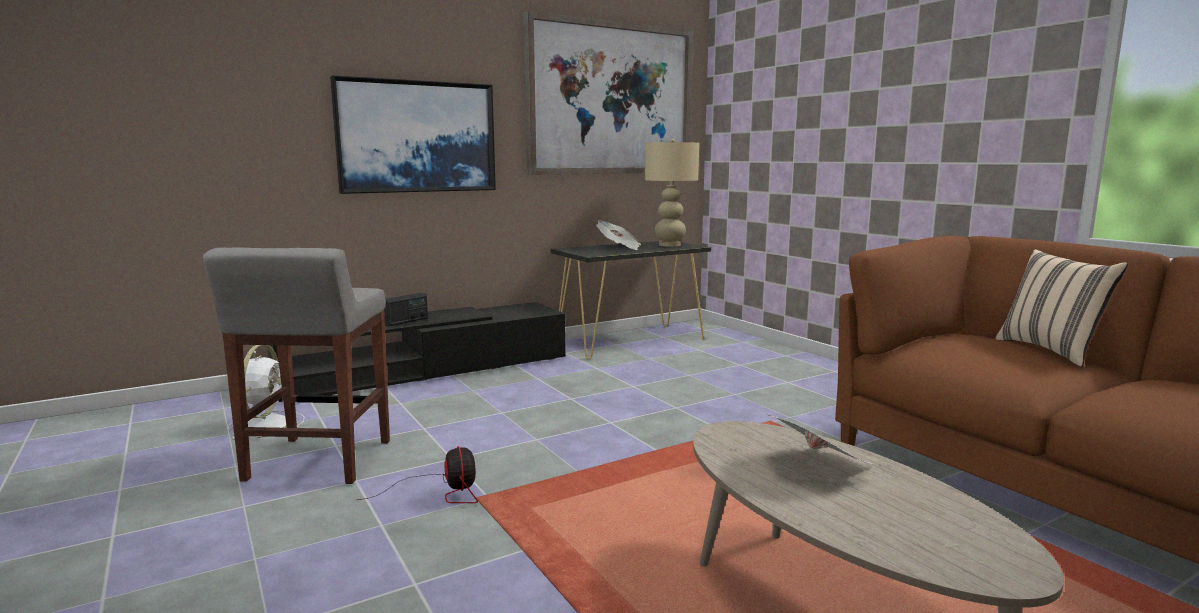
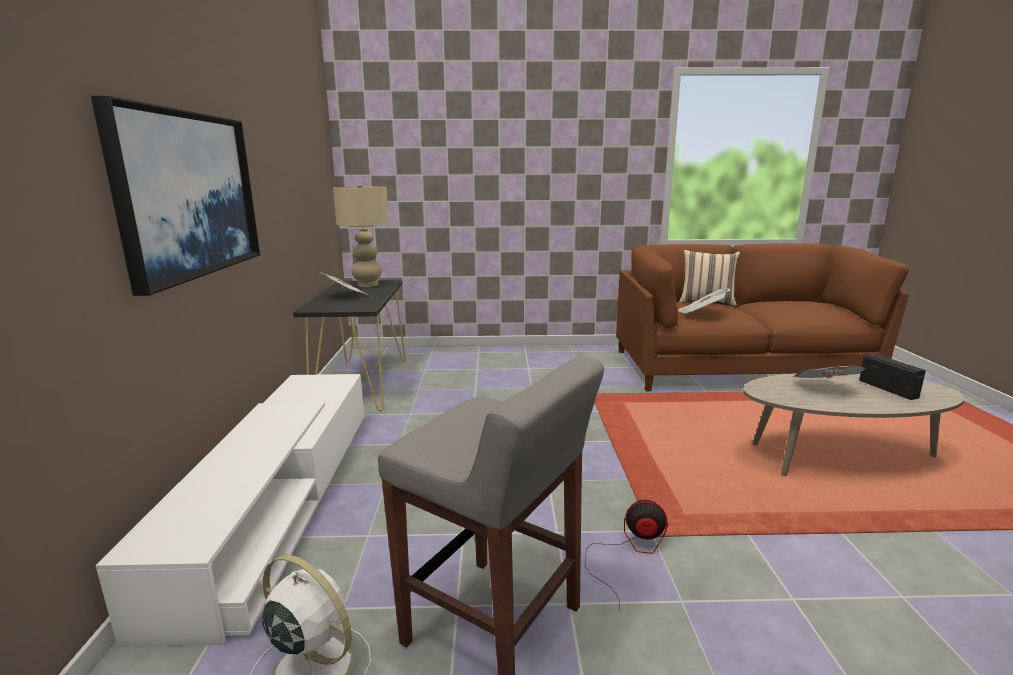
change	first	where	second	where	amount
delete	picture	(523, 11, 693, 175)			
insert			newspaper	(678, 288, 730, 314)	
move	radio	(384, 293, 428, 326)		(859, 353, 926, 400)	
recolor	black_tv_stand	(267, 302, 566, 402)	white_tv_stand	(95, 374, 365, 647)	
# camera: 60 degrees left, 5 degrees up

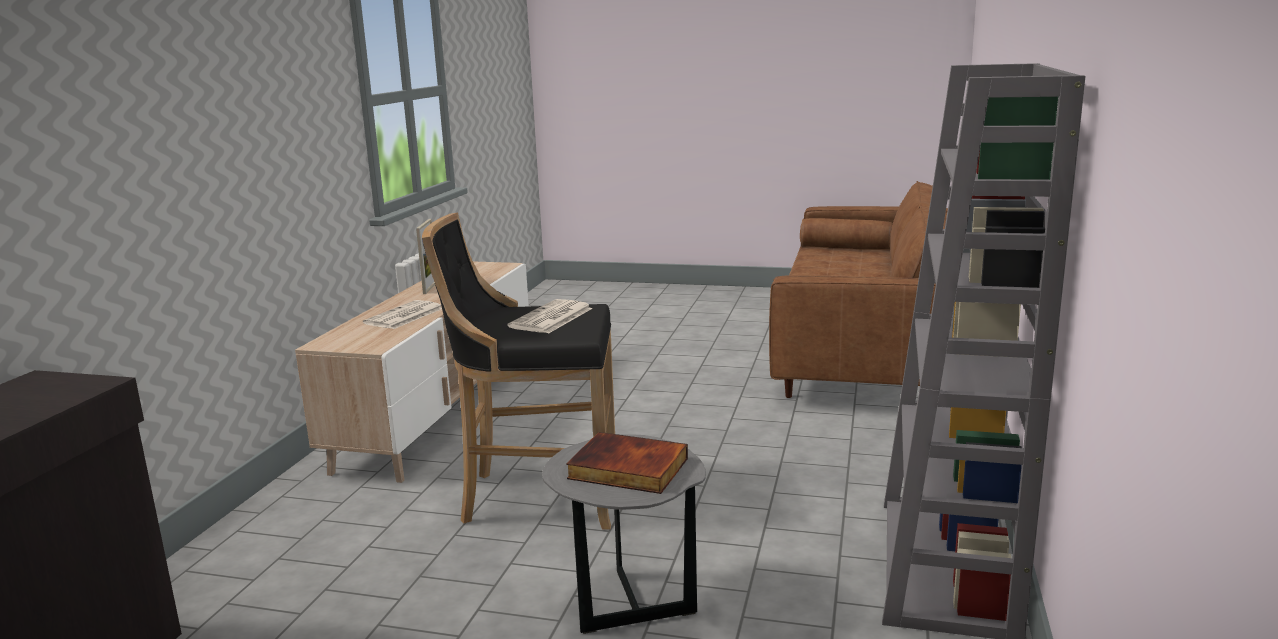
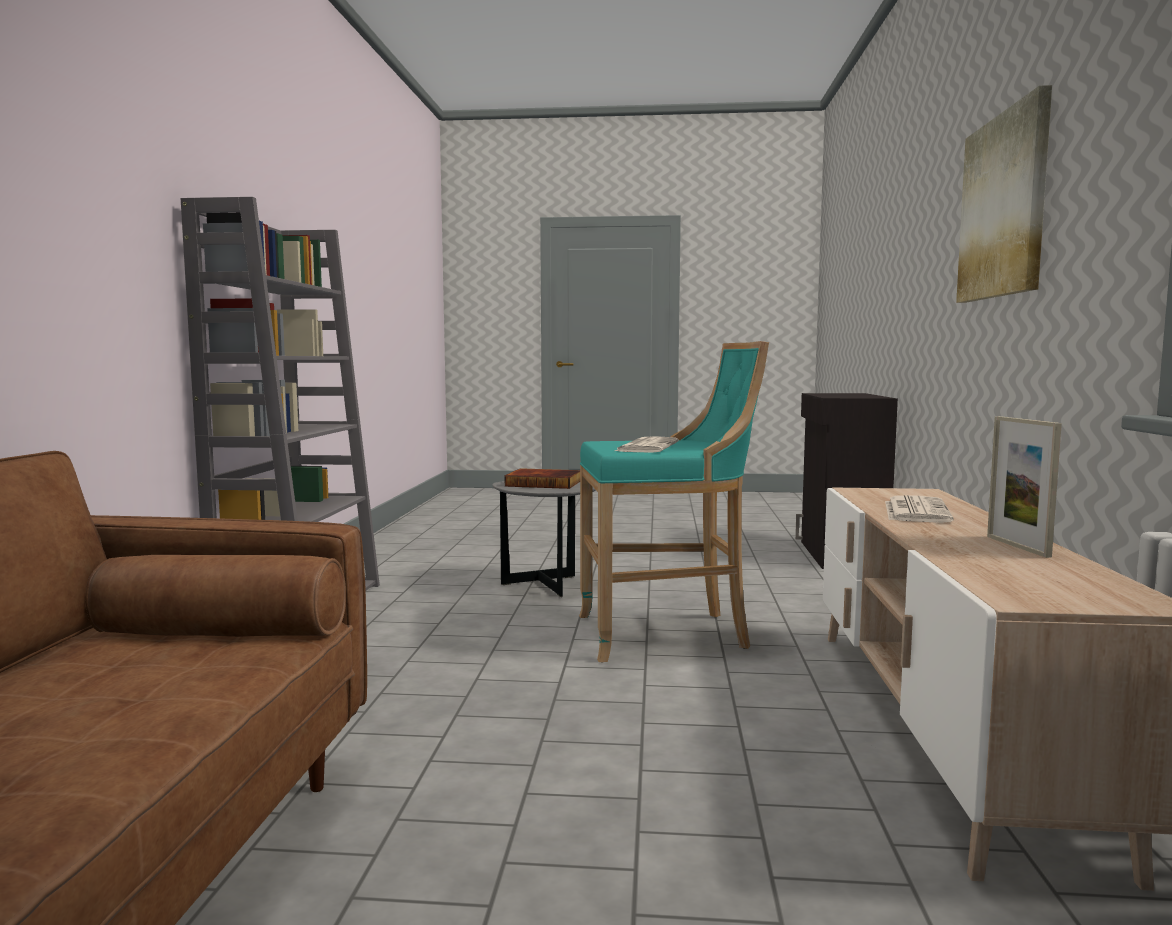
change	first	where	second	where	amount
insert			picture	(956, 85, 1052, 303)	
recolor	black_stool	(422, 212, 615, 530)	turquoise_stool	(579, 341, 769, 662)	
# camera: 170 degrees right, 10 degrees down

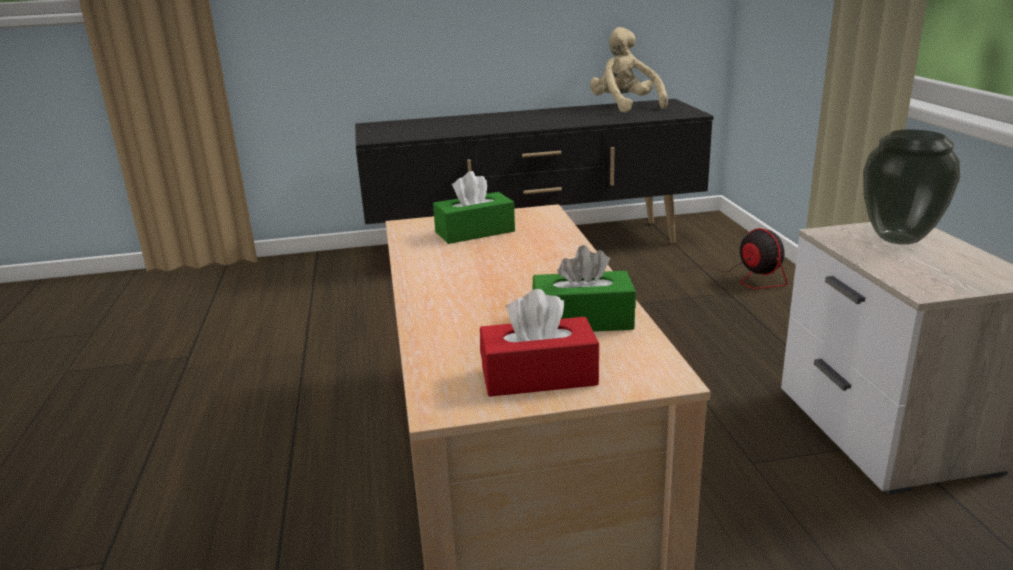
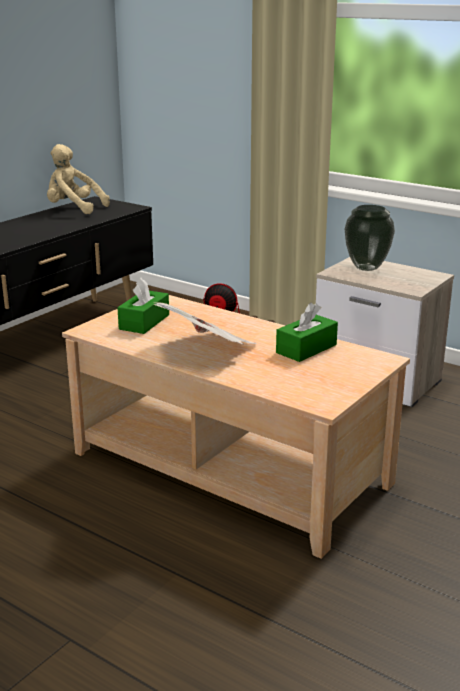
change	first	where	second	where	amount
delete	red_tissue_box	(480, 289, 599, 397)			
insert			newspaper	(154, 302, 257, 344)	
# camera: 45 degrees left, 0 degrees up

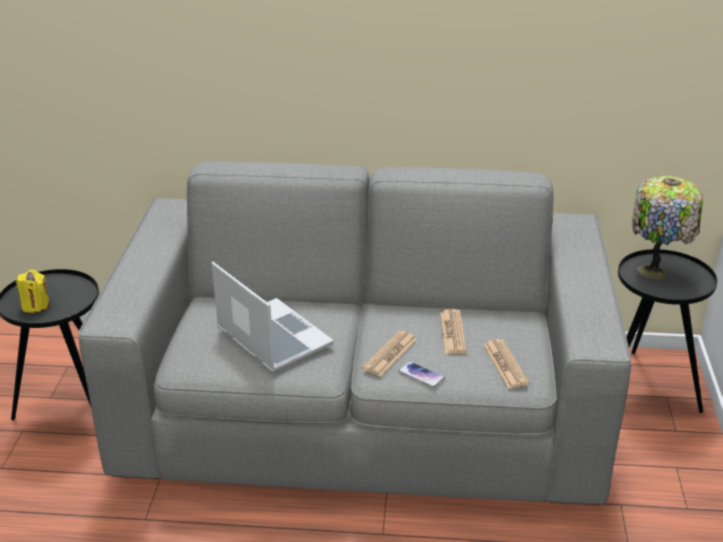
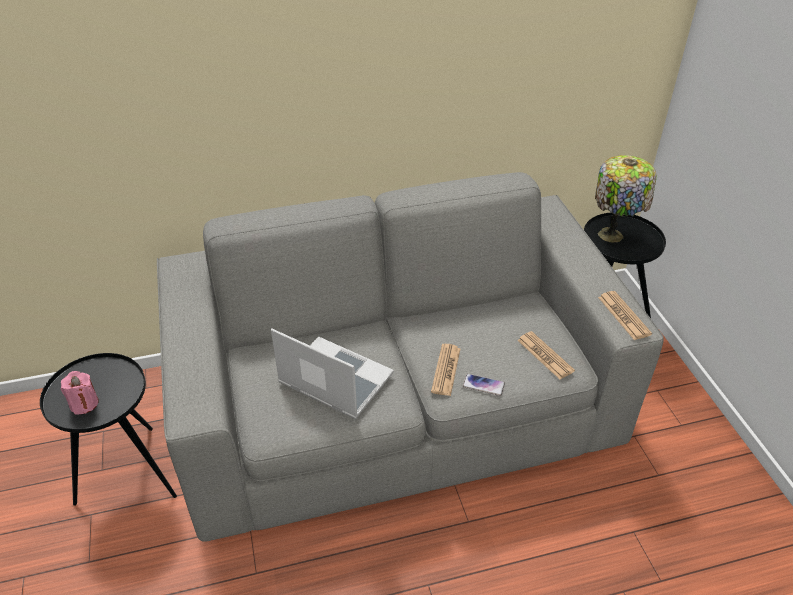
change	first	where	second	where	amount
move	newspaper	(440, 309, 467, 354)		(598, 291, 652, 340)	
recolor	yellow_candle	(16, 270, 49, 313)	pink_candle	(60, 371, 99, 415)	
# camera: 20 degrees left, 10 degrees up

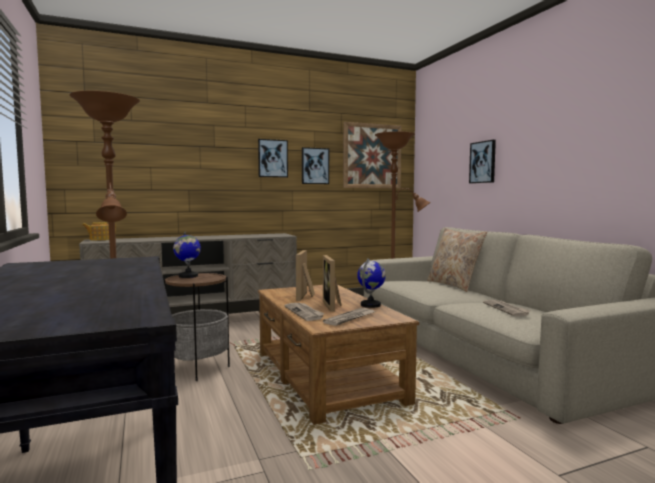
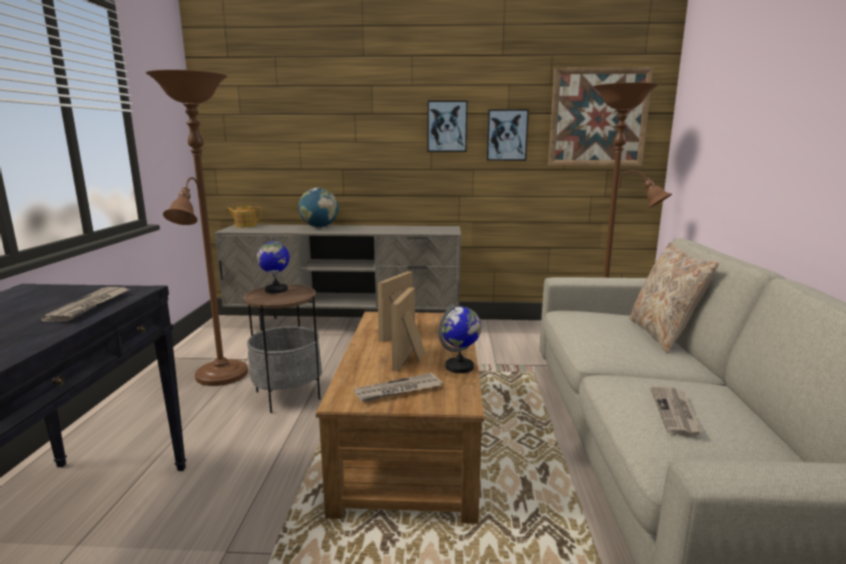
change	first	where	second	where	amount
delete	picture	(469, 140, 496, 183)			
insert			globe	(299, 188, 338, 227)	
move	newspaper	(284, 303, 325, 321)		(40, 287, 130, 322)	
# camera: 25 degrees right, 10 degrees up

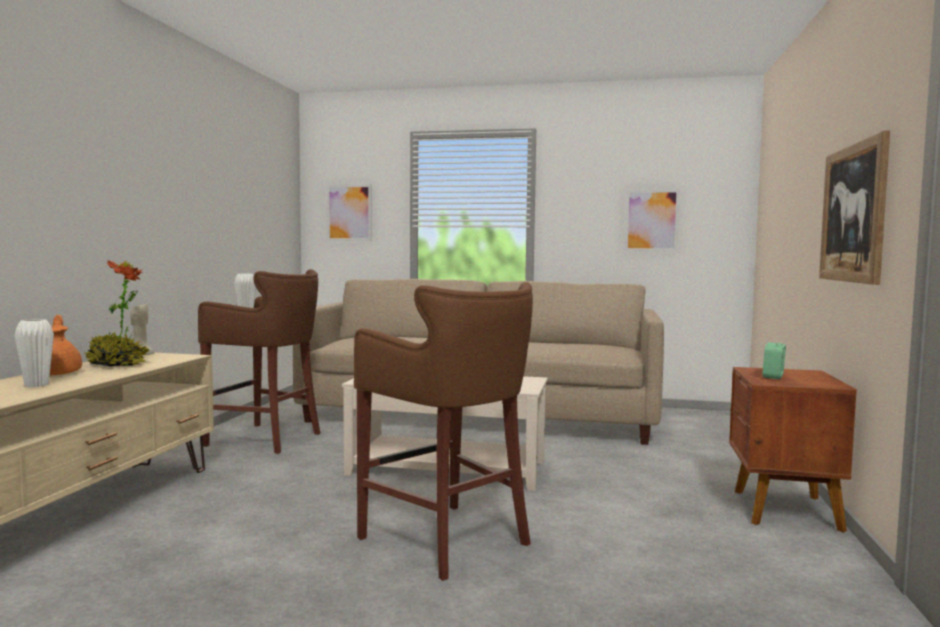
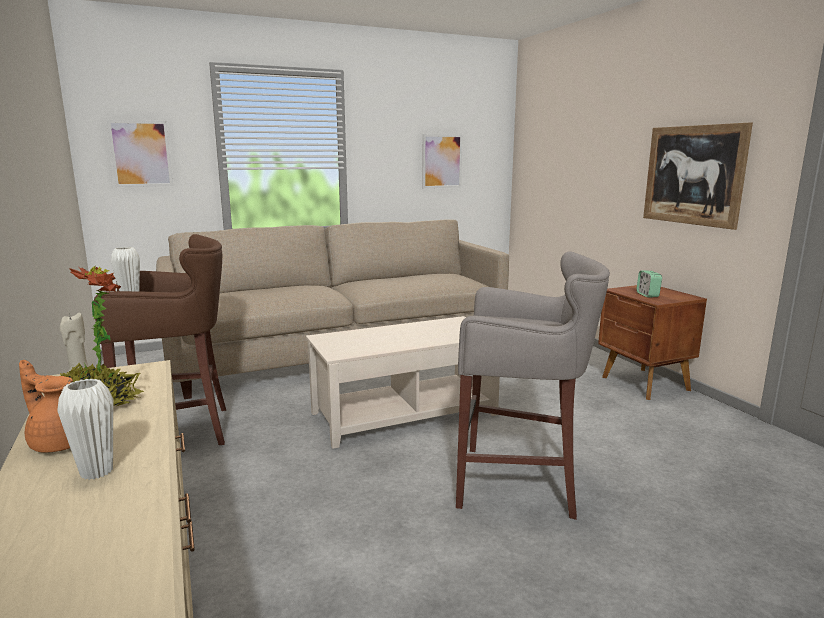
change	first	where	second	where	amount
recolor	brown_stool	(354, 282, 533, 581)	grey_stool	(456, 251, 610, 520)	
# camera: 35 degrees left, 10 degrees up

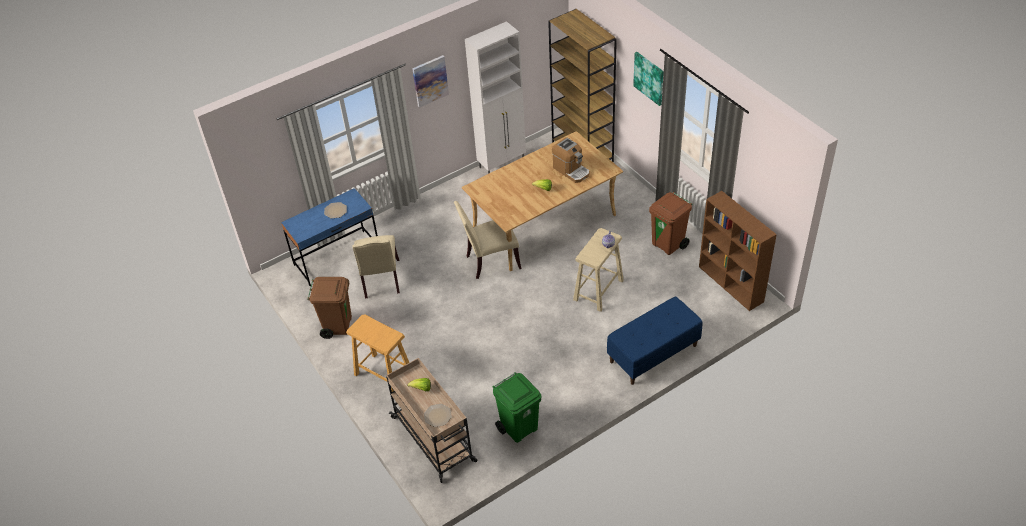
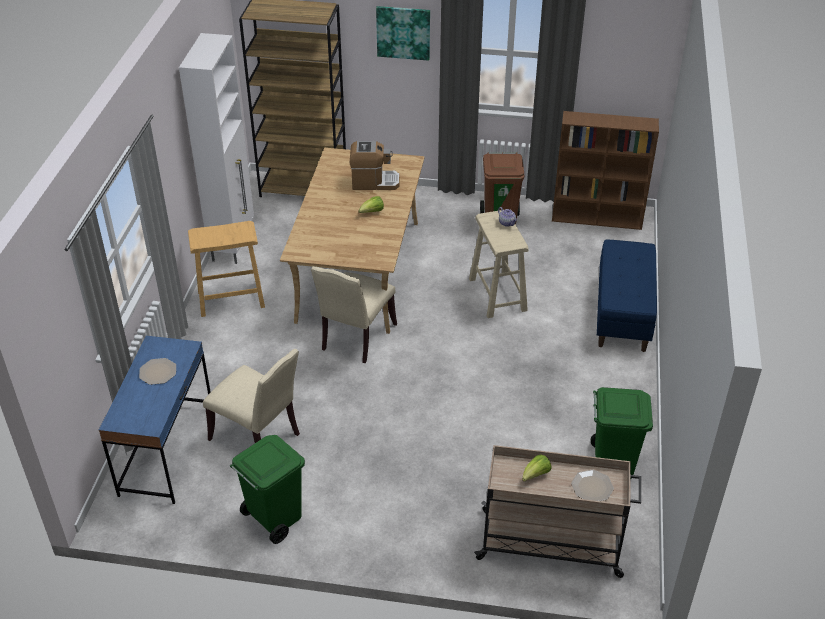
change	first	where	second	where	amount
delete	picture	(412, 55, 449, 108)			
move	beige_stool	(346, 315, 409, 392)		(188, 221, 265, 317)	
recolor	brown_trash_can	(307, 277, 352, 339)	green_trash_can	(230, 435, 305, 544)	
# camera: 50 degrees left, 5 degrees down

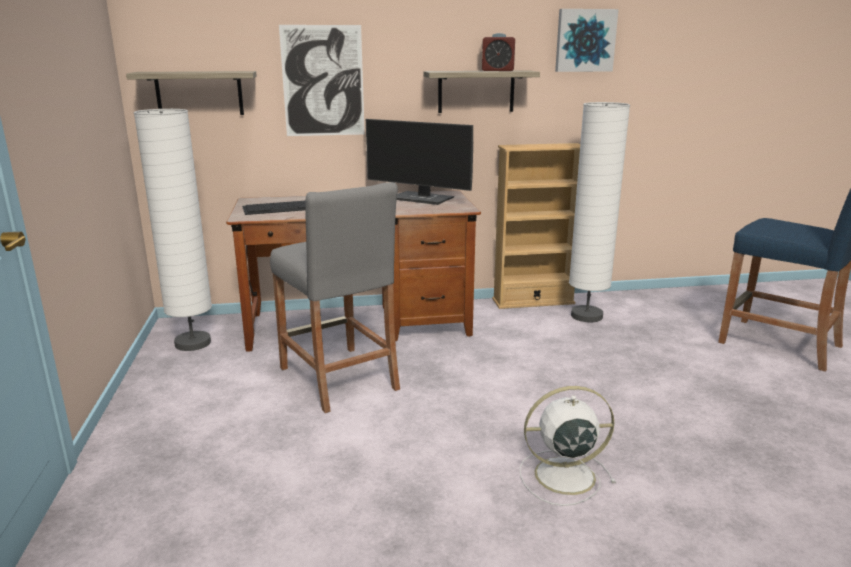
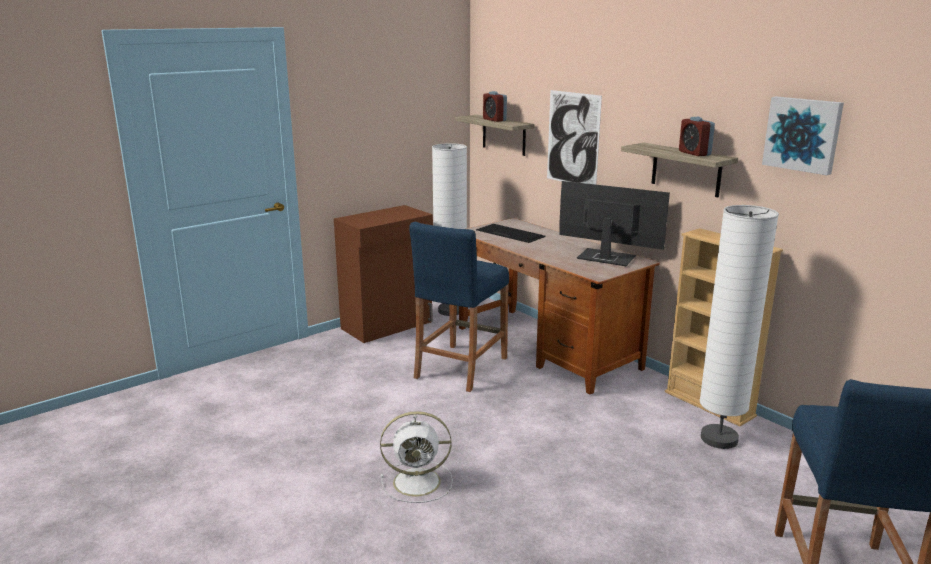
change	first	where	second	where	amount
insert			brown_cabinet	(334, 205, 433, 343)	
insert			alarm_clock	(483, 91, 507, 122)	
recolor	grey_stool	(270, 182, 400, 413)	blue_stool	(409, 222, 509, 392)	
rotate	monitor	(366, 119, 473, 205)		(559, 181, 670, 266)	120 degrees clockwise
rotate	white_fan	(520, 386, 616, 506)		(380, 411, 453, 503)	120 degrees clockwise
# camera: 60 degrees right, 0 degrees up

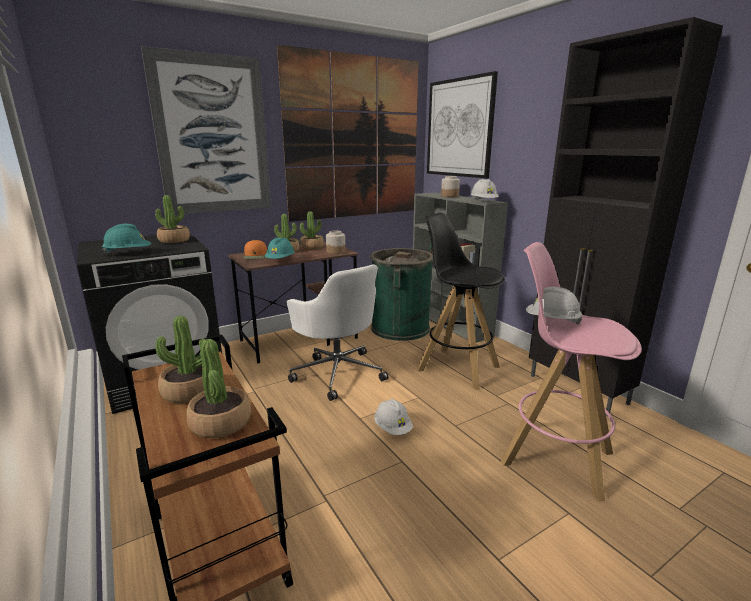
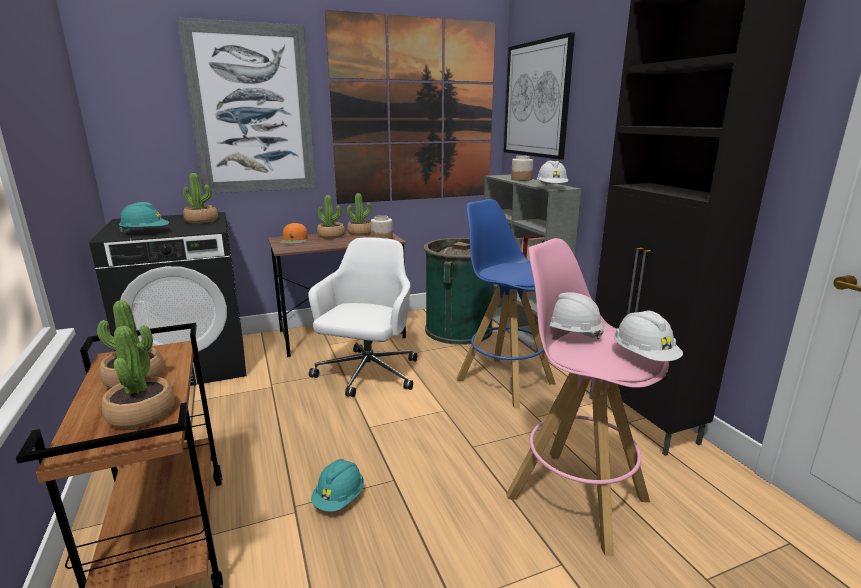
change	first	where	second	where	amount
move	turquoise_hard_hat	(265, 237, 294, 259)		(311, 459, 364, 512)	
move	white_hard_hat	(374, 399, 413, 435)		(614, 311, 683, 361)	
recolor	black_stool	(417, 213, 505, 390)	blue_stool	(457, 199, 556, 408)	
rotate	white_office_chair	(287, 264, 389, 401)		(308, 237, 417, 397)	135 degrees counterclockwise
# camera: 10 degrees right, 0 degrees up

